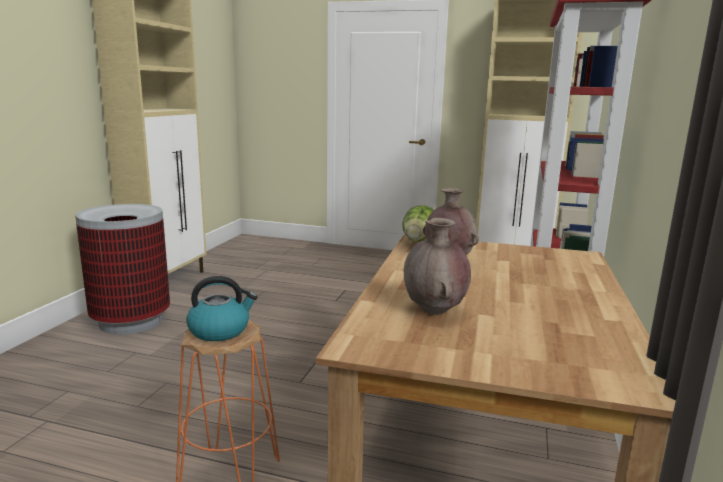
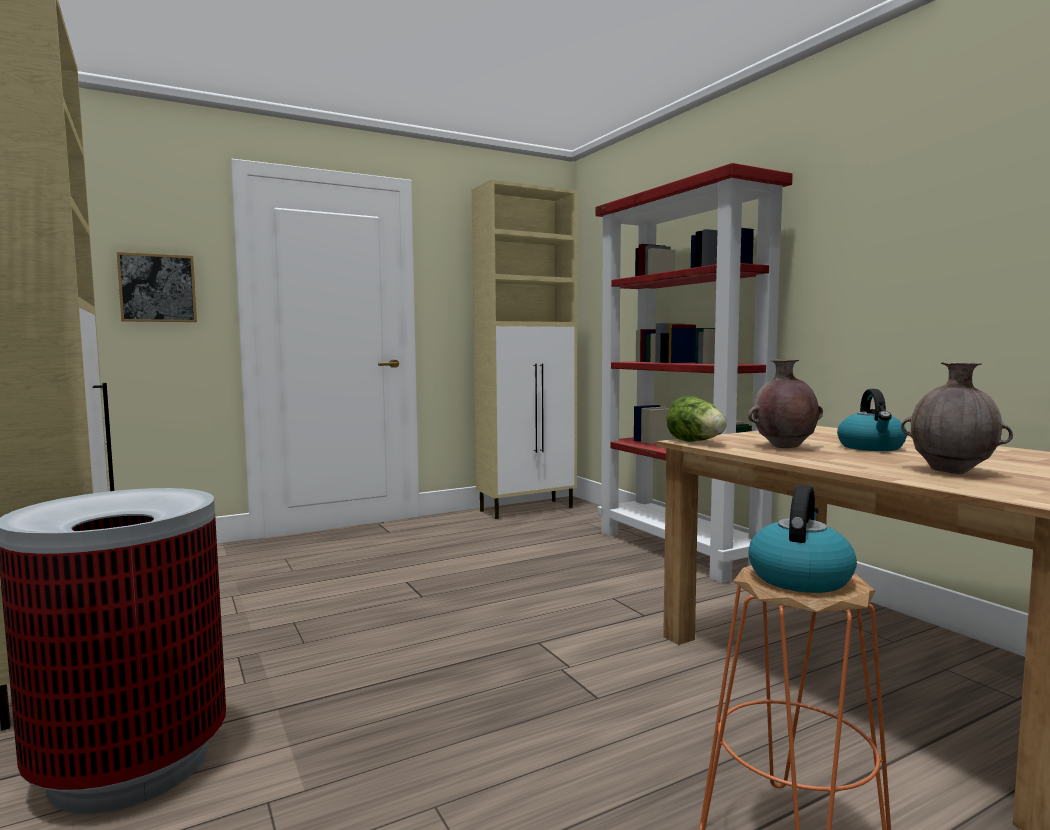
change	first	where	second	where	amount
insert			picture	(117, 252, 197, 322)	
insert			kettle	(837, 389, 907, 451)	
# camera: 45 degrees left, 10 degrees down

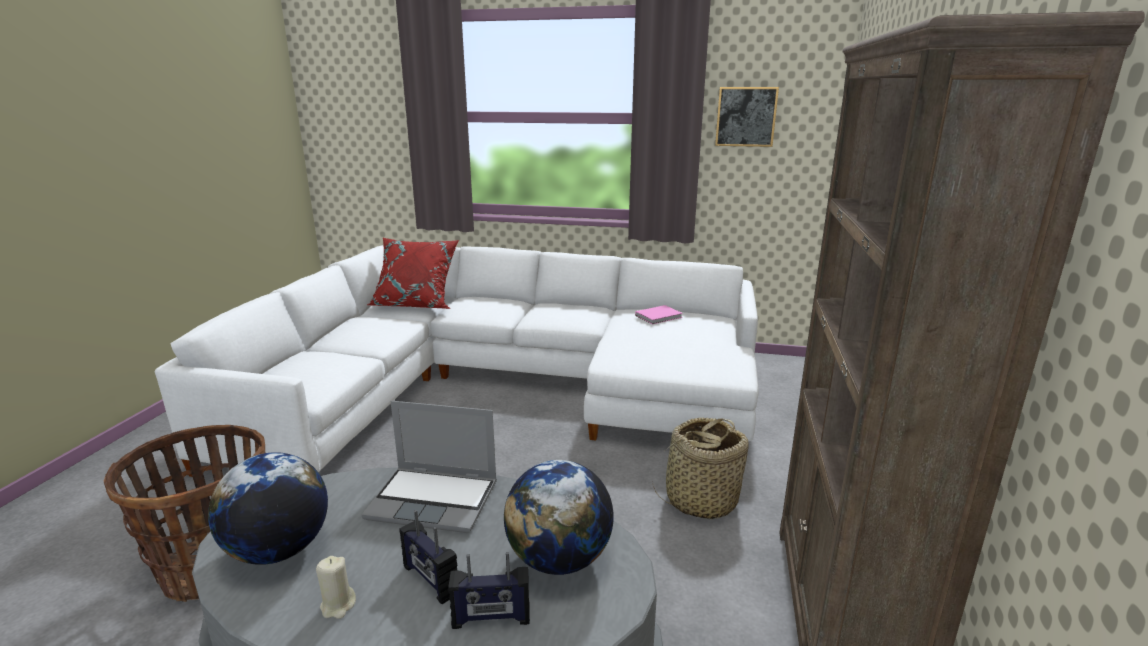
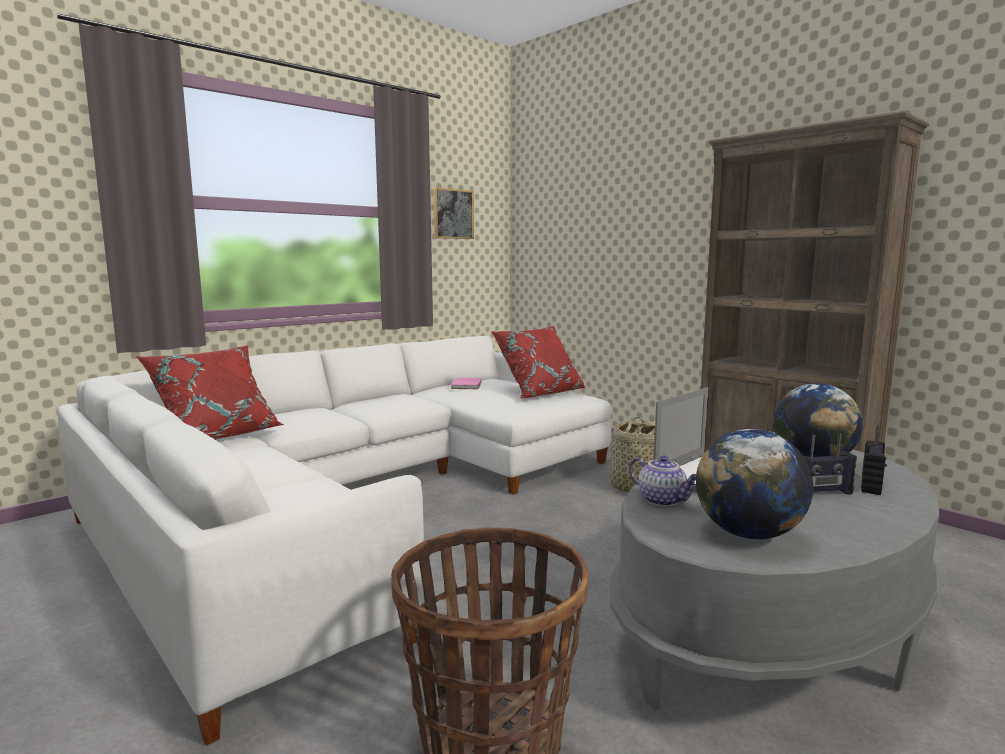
change	first	where	second	where	amount
delete	beige_candle	(316, 556, 356, 619)			
insert			red_pillow	(491, 326, 585, 399)	
insert			teapot	(629, 456, 696, 507)	
# camera: 55 degrees left, 10 degrees down

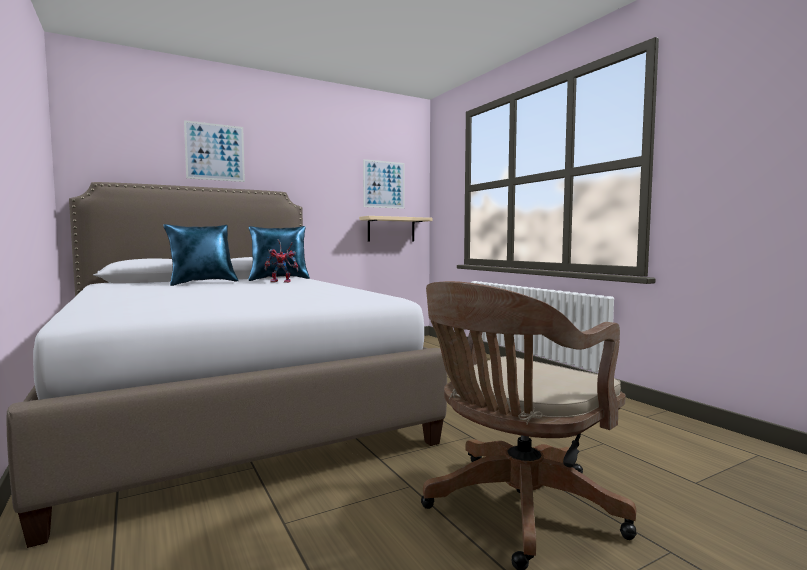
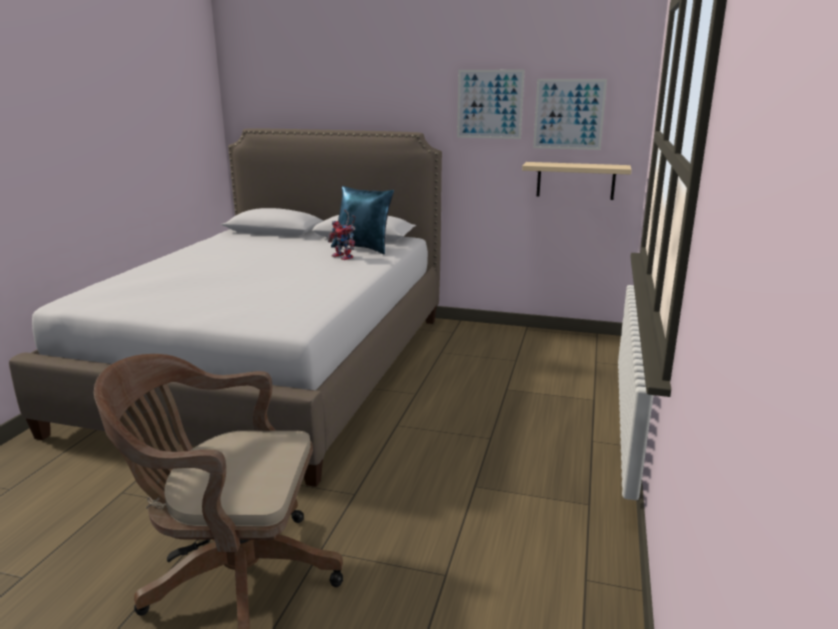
change	first	where	second	where	amount
delete	blue_pillow	(163, 224, 239, 286)			
move	picture	(184, 120, 245, 182)		(457, 70, 525, 139)	
# camera: 45 degrees right, 15 degrees up

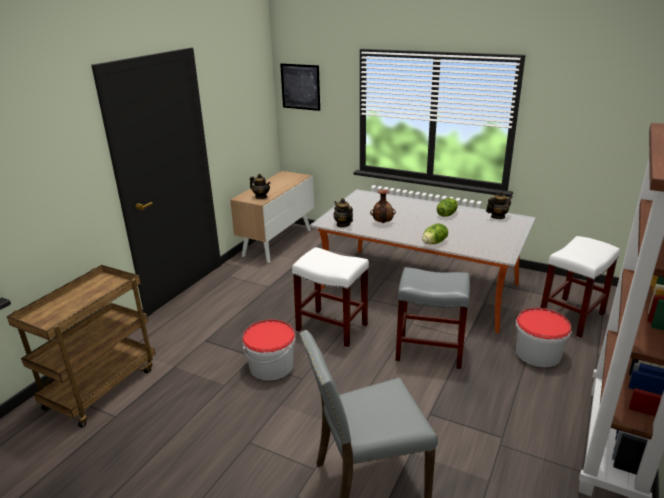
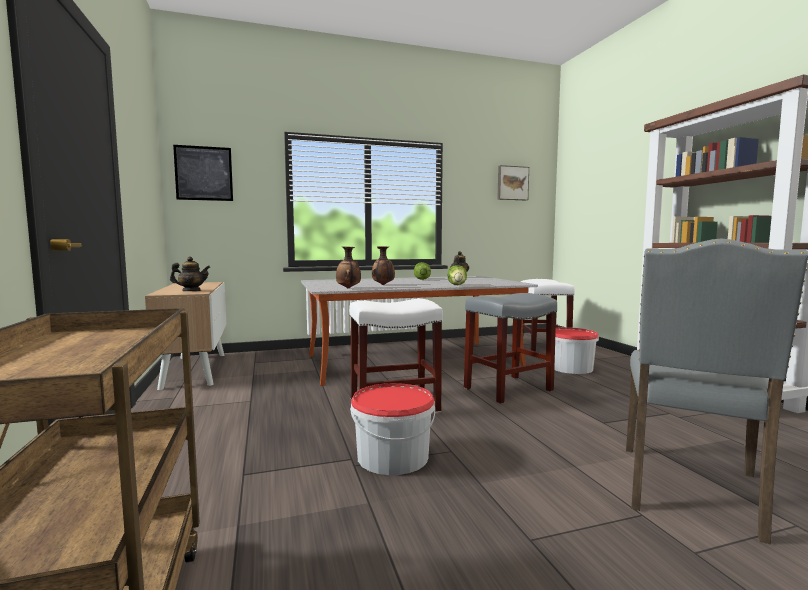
change	first	where	second	where	amount
insert			picture	(497, 165, 529, 200)	
replace	teapot	(333, 198, 353, 227)	vase	(336, 246, 361, 288)	
# camera: 45 degrees left, 20 degrees down

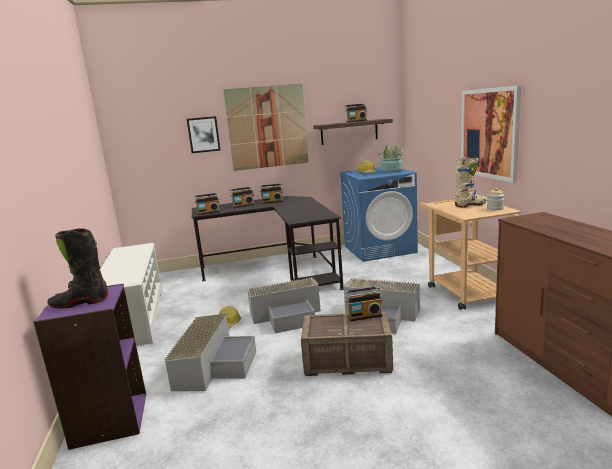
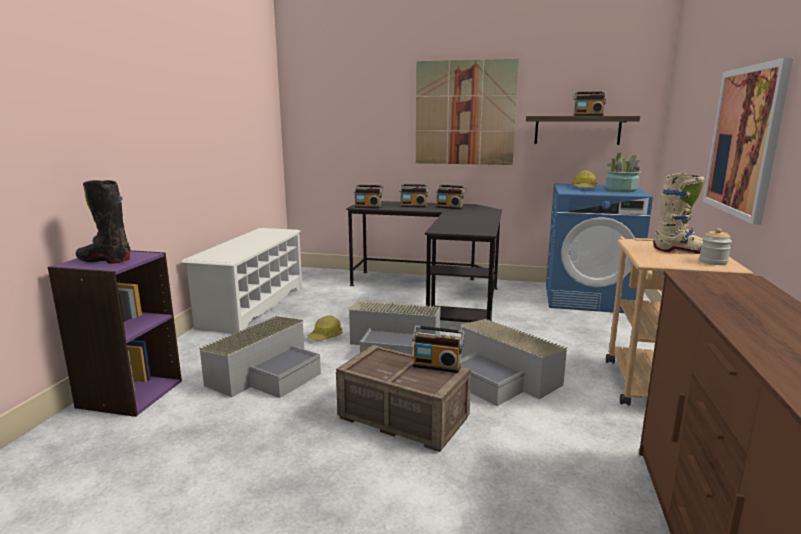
change	first	where	second	where	amount
delete	picture	(187, 116, 220, 153)			
# camera: 25 degrees right, 0 degrees up

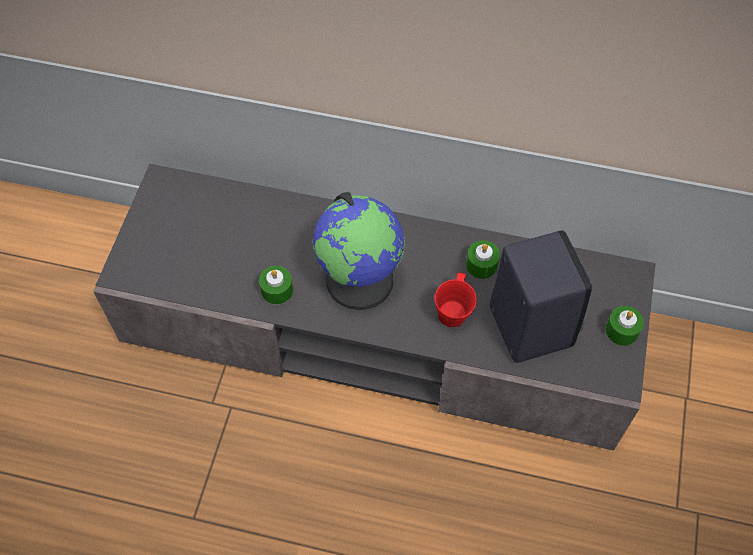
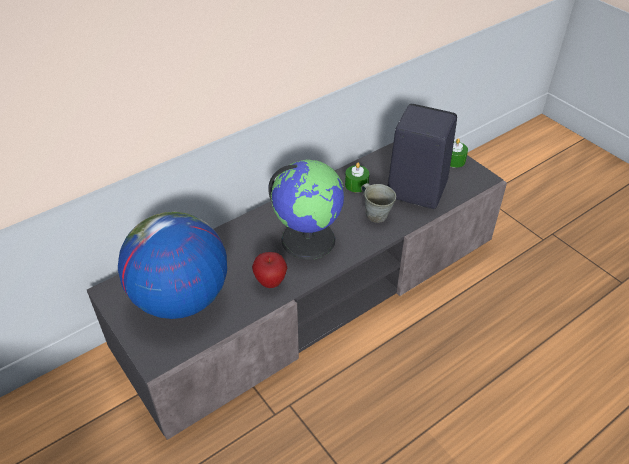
change	first	where	second	where	amount
insert			globe	(118, 212, 227, 319)	
replace	green_candle	(259, 266, 293, 305)	apple	(252, 252, 287, 288)	
recolor	red_mug	(435, 273, 477, 327)	grey_mug	(361, 183, 396, 223)	
# camera: 50 degrees left, 15 degrees down

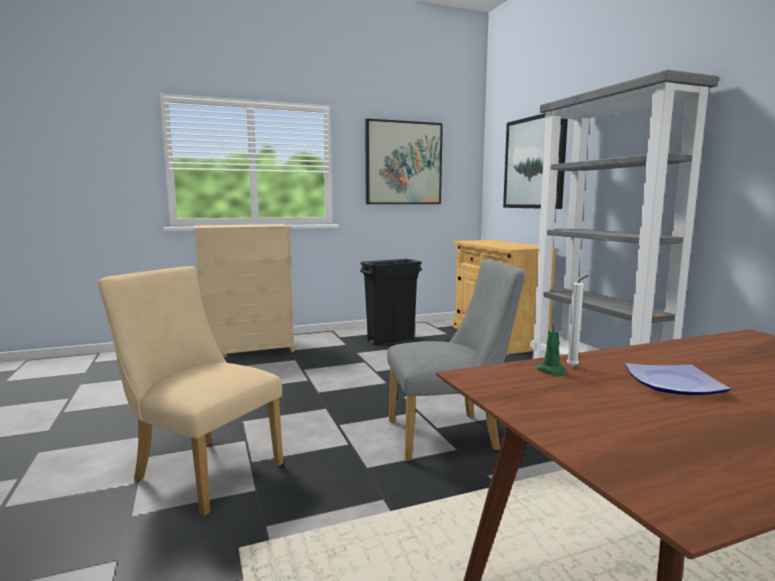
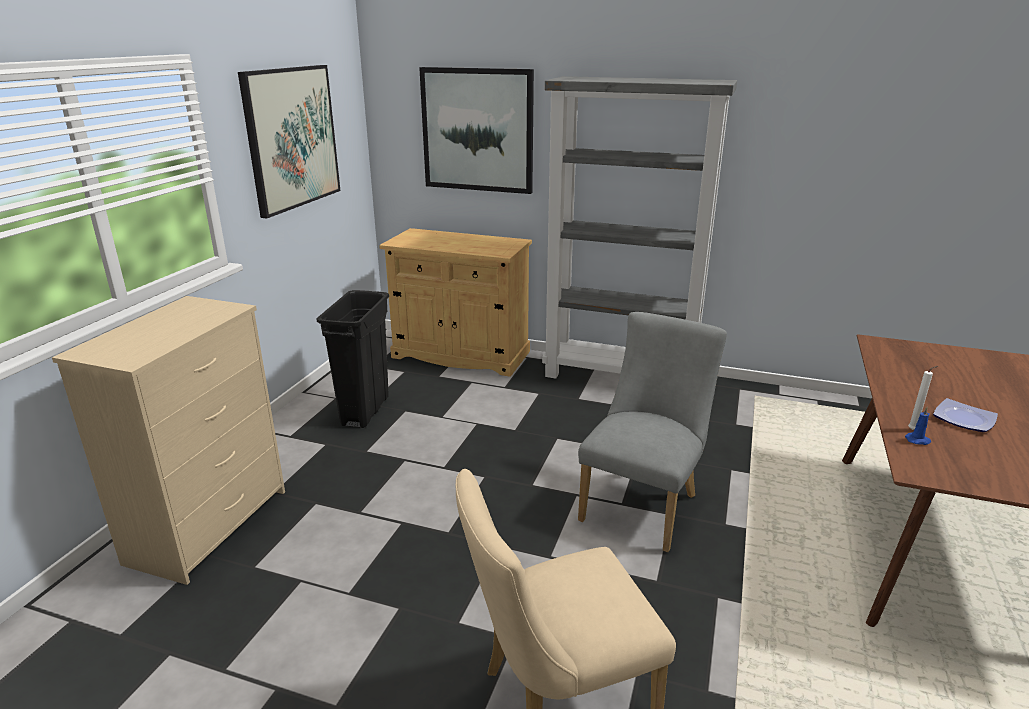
change	first	where	second	where	amount
recolor	green_candle	(536, 321, 567, 376)	blue_candle	(905, 407, 931, 445)	
# camera: 50 degrees left, 15 degrees up

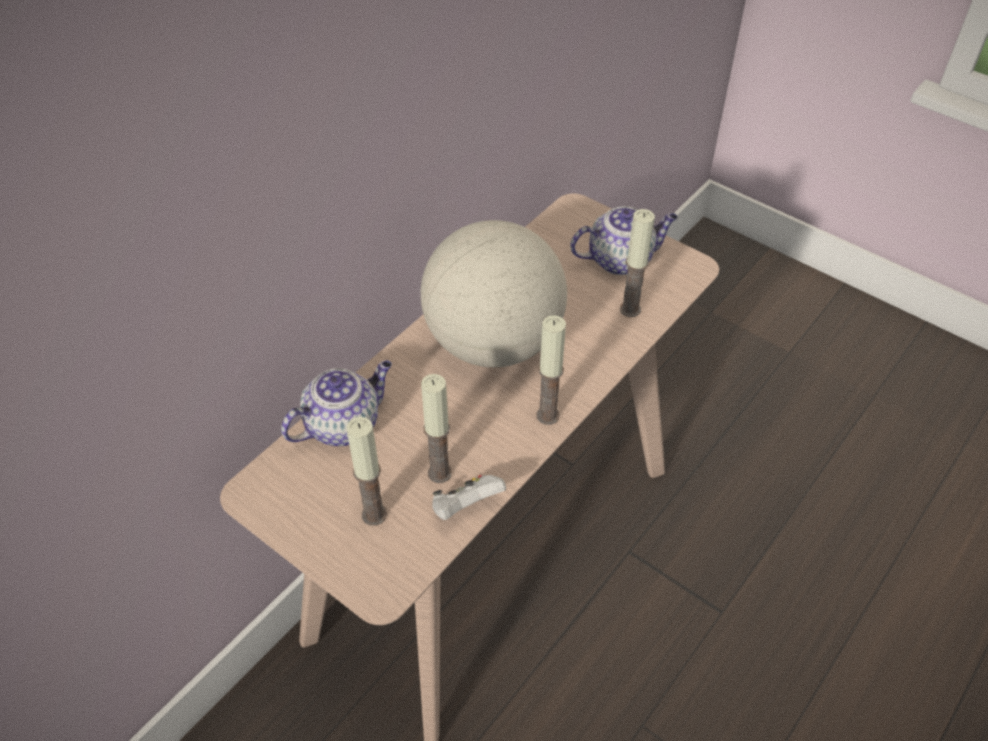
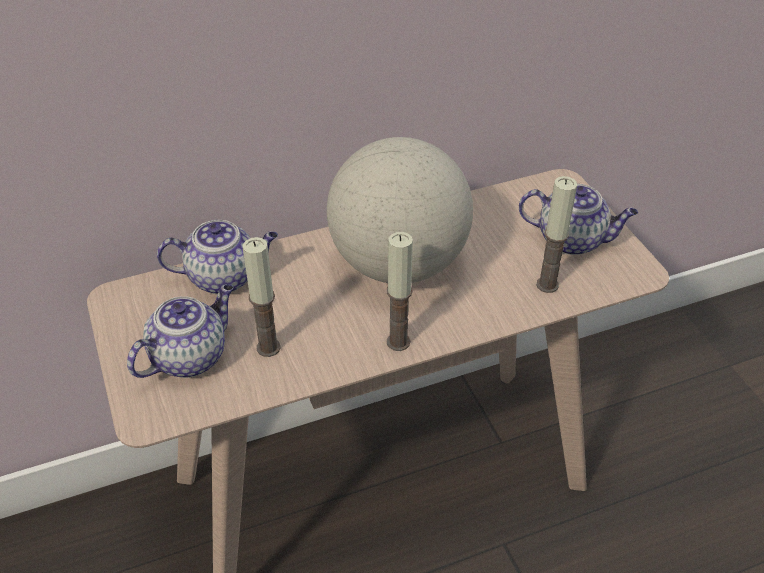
change	first	where	second	where	amount
delete	white_game_controller	(432, 475, 506, 520)			
replace	candle	(347, 417, 387, 526)	teapot	(127, 284, 233, 378)	
# camera: 30 degrees right, 5 degrees down

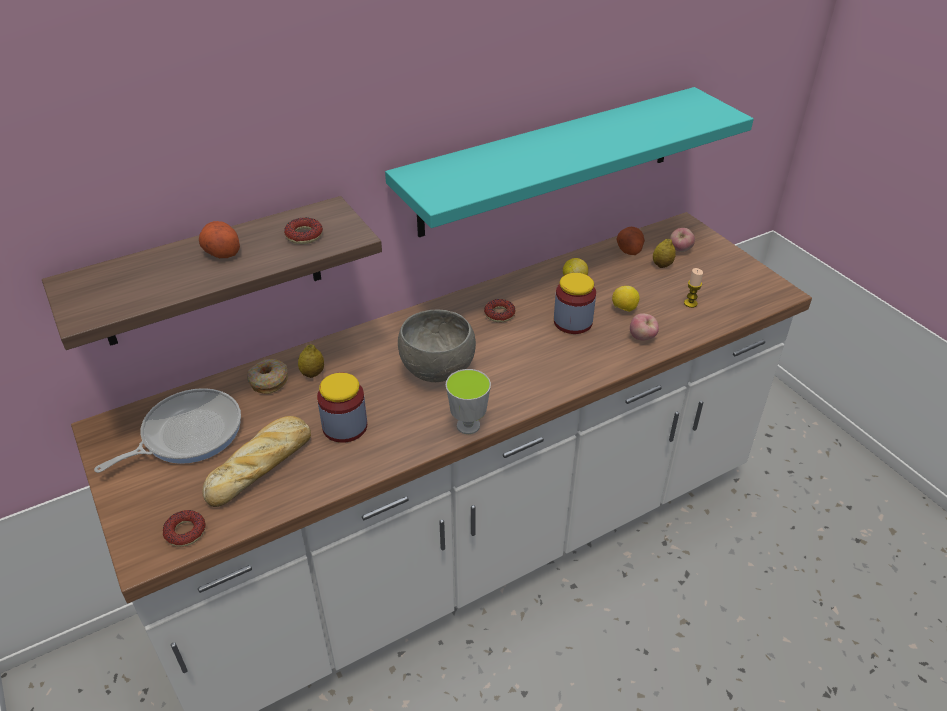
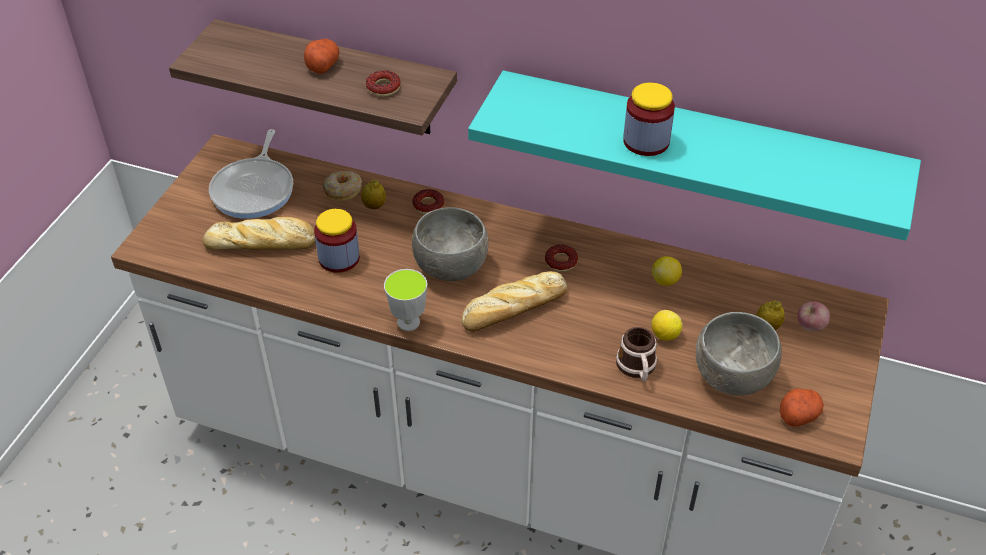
change	first	where	second	where	amount
insert			bread	(462, 271, 567, 332)	
move	donut	(163, 510, 205, 547)		(412, 189, 444, 214)	
move	jar	(554, 273, 596, 334)		(623, 82, 675, 156)	
move	potato	(616, 227, 645, 255)		(780, 388, 824, 426)	
replace	apple	(630, 313, 659, 340)	mug	(616, 327, 657, 381)	
replace	candle	(684, 268, 703, 308)	grey_bowl	(696, 312, 782, 396)	
rotate	frying_pan	(94, 388, 241, 473)		(209, 129, 293, 219)	90 degrees clockwise
# camera: 50 degrees right, 5 degrees up

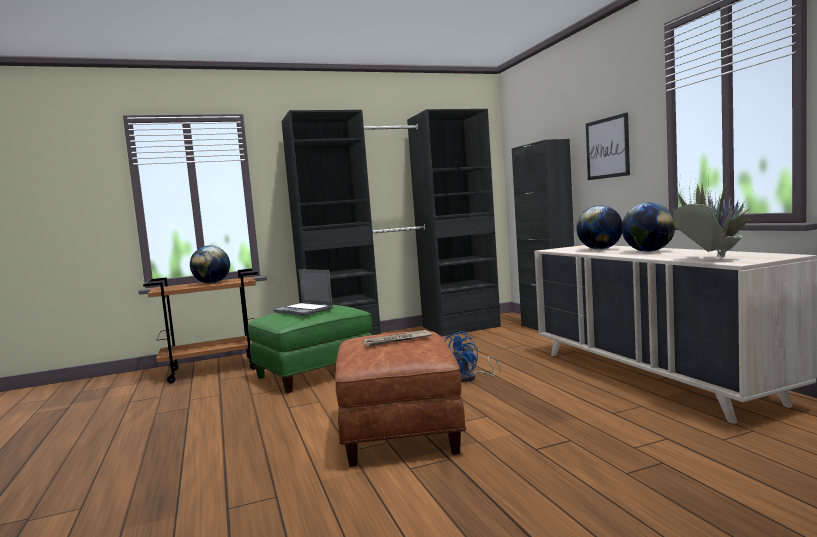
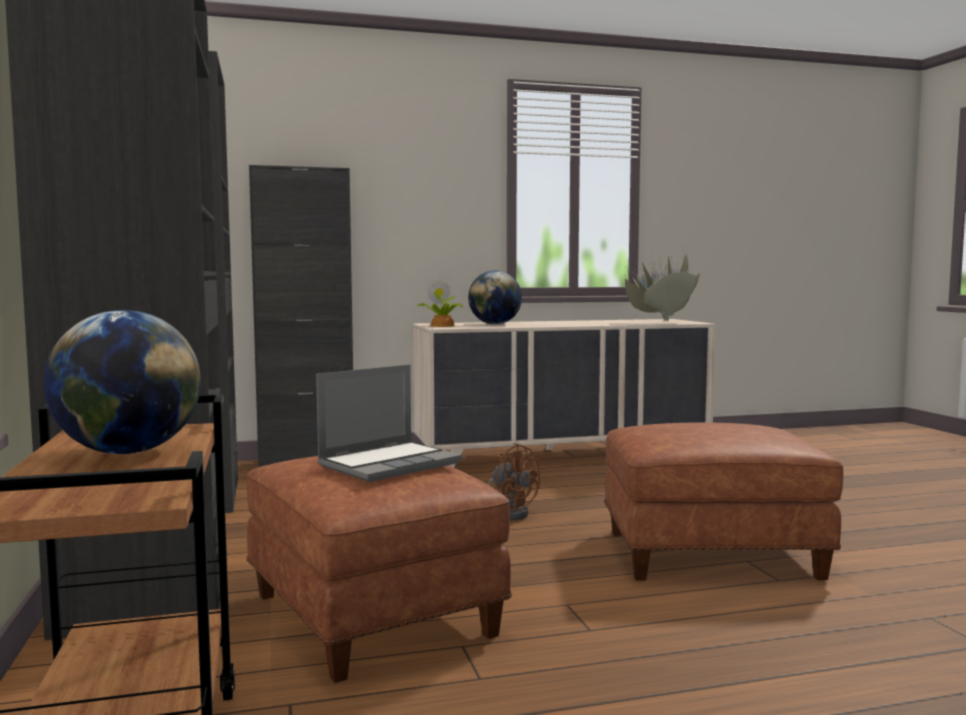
change	first	where	second	where	amount
delete	newspaper	(363, 330, 432, 347)			
delete	picture	(586, 113, 630, 180)			
delete	globe	(622, 202, 675, 252)			
insert			potted_plant	(417, 280, 463, 327)	
recolor	green_ottoman	(248, 305, 372, 393)	brown_ottoman	(247, 456, 512, 683)	
recolor	blue_fan	(445, 331, 501, 382)	brown_fan	(489, 443, 540, 520)	
# camera: 85 degrees left, 0 degrees up

